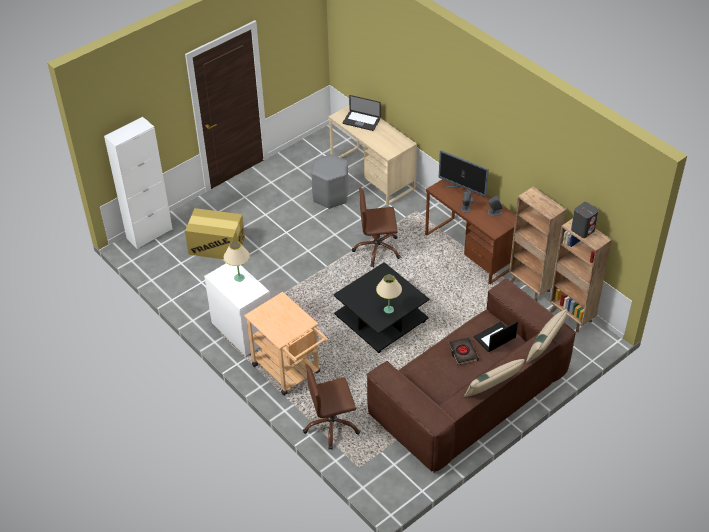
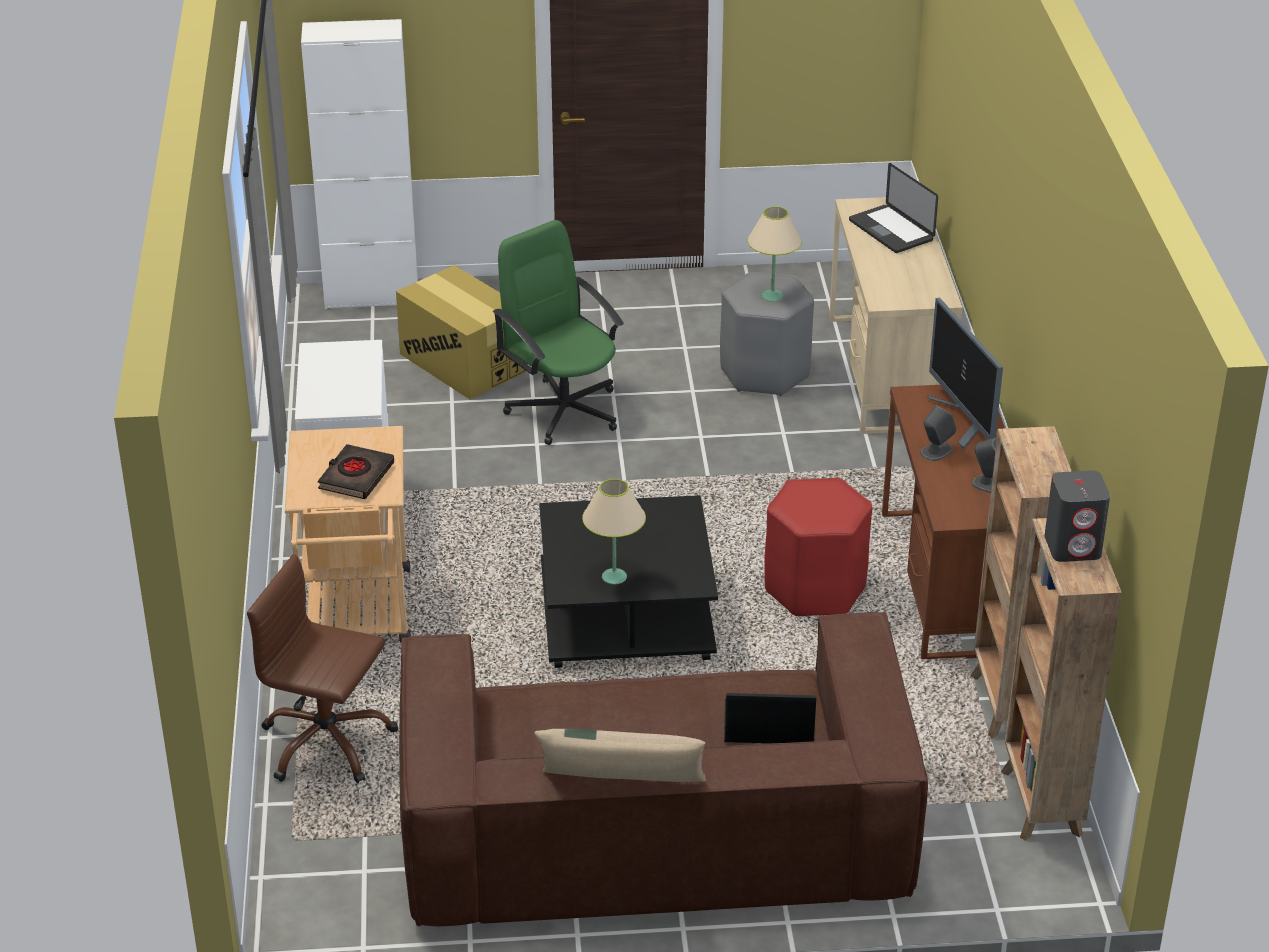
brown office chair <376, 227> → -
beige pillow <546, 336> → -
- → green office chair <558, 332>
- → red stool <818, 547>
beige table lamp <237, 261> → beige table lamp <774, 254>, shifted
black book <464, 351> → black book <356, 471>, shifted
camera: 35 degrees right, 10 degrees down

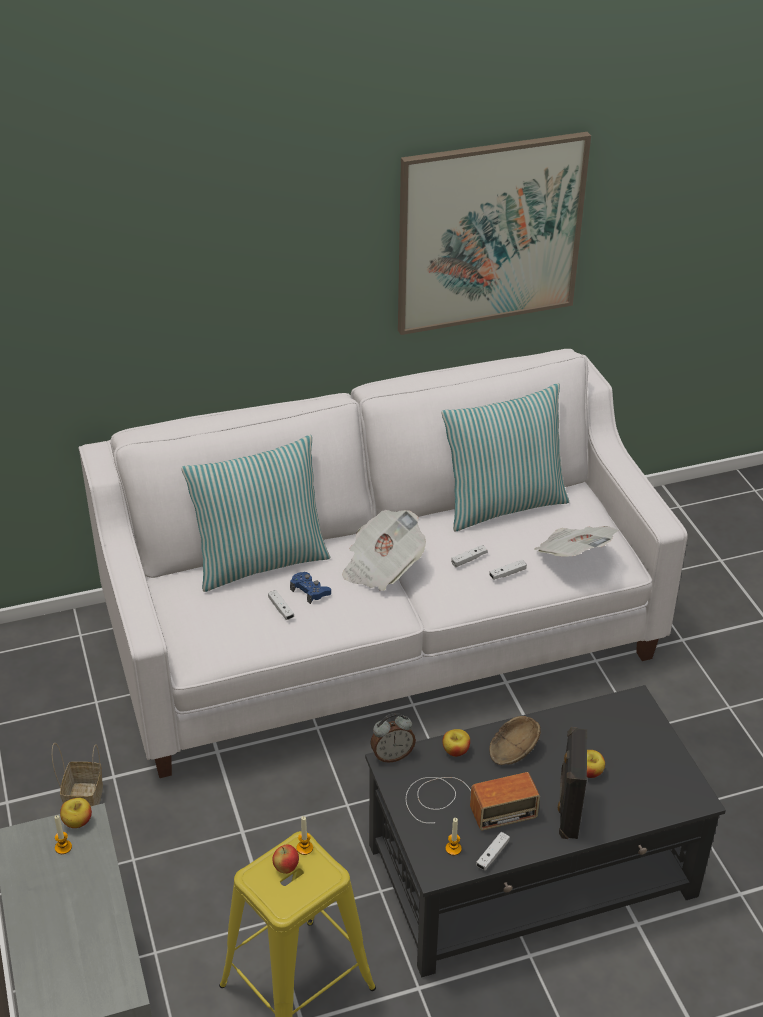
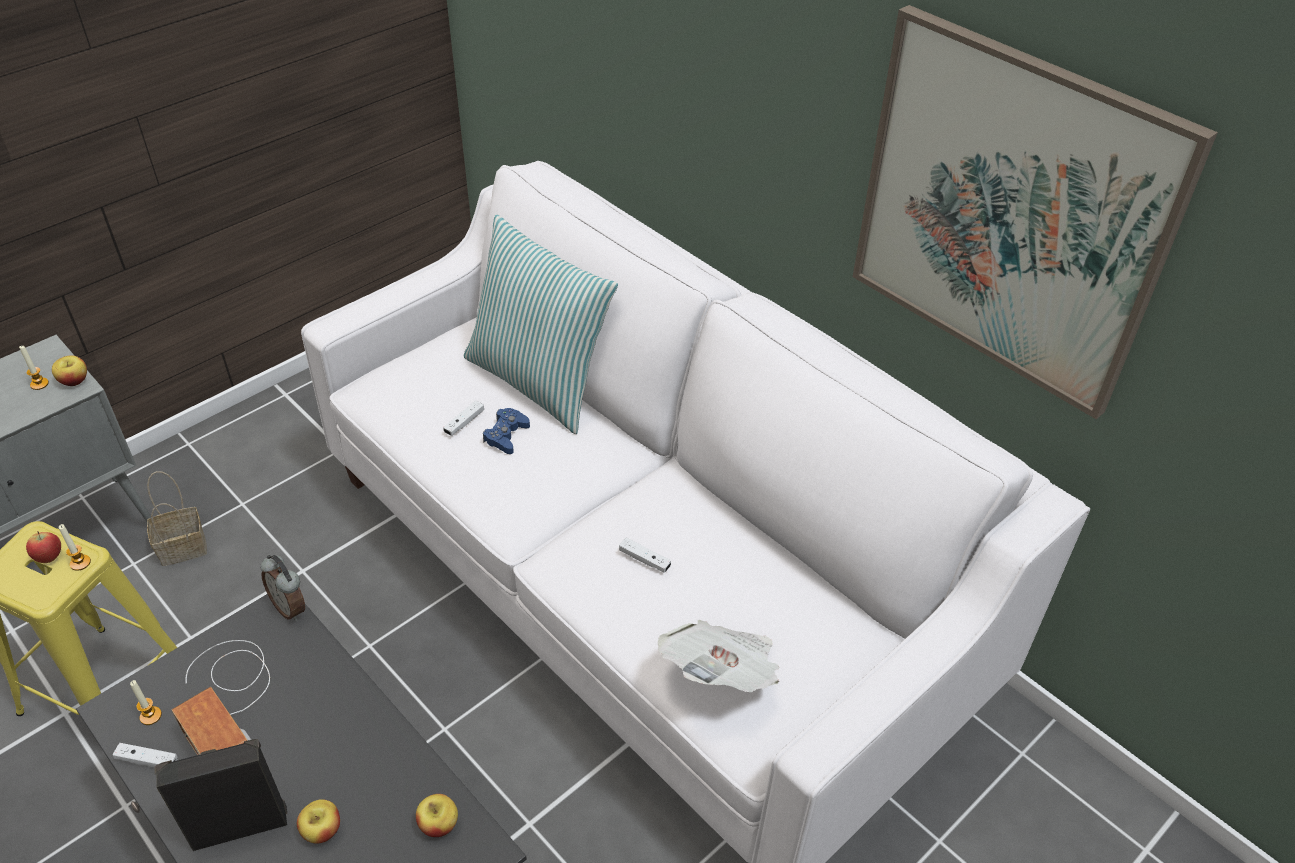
newspaper <384, 550> → -
pillow <505, 457> → -
white game controller <508, 570> → -
brown bowl <515, 740> → -
basket <77, 774> → basket <177, 518>, shifted
apple <456, 743> → apple <437, 815>, shifted
camera: 65 degrees right, 5 degrees up

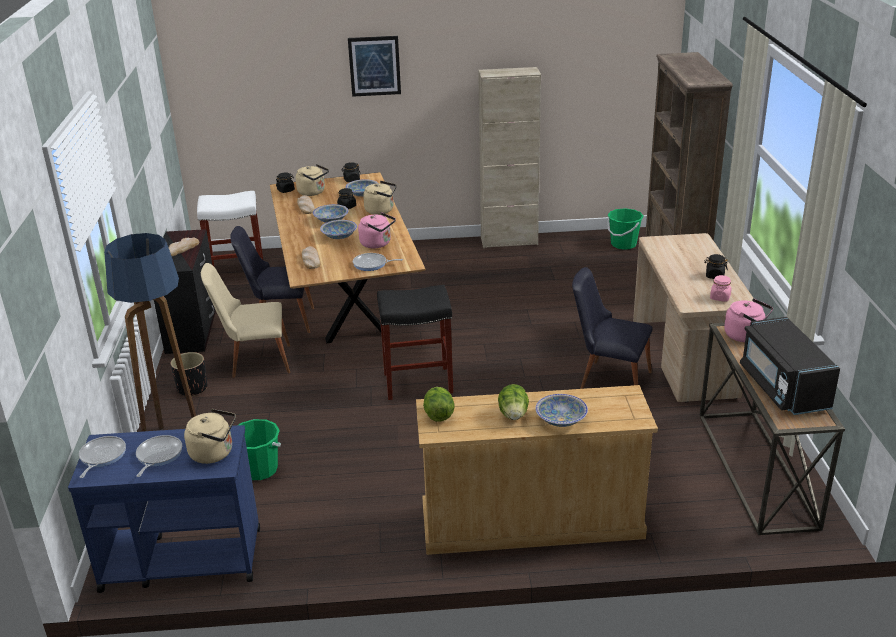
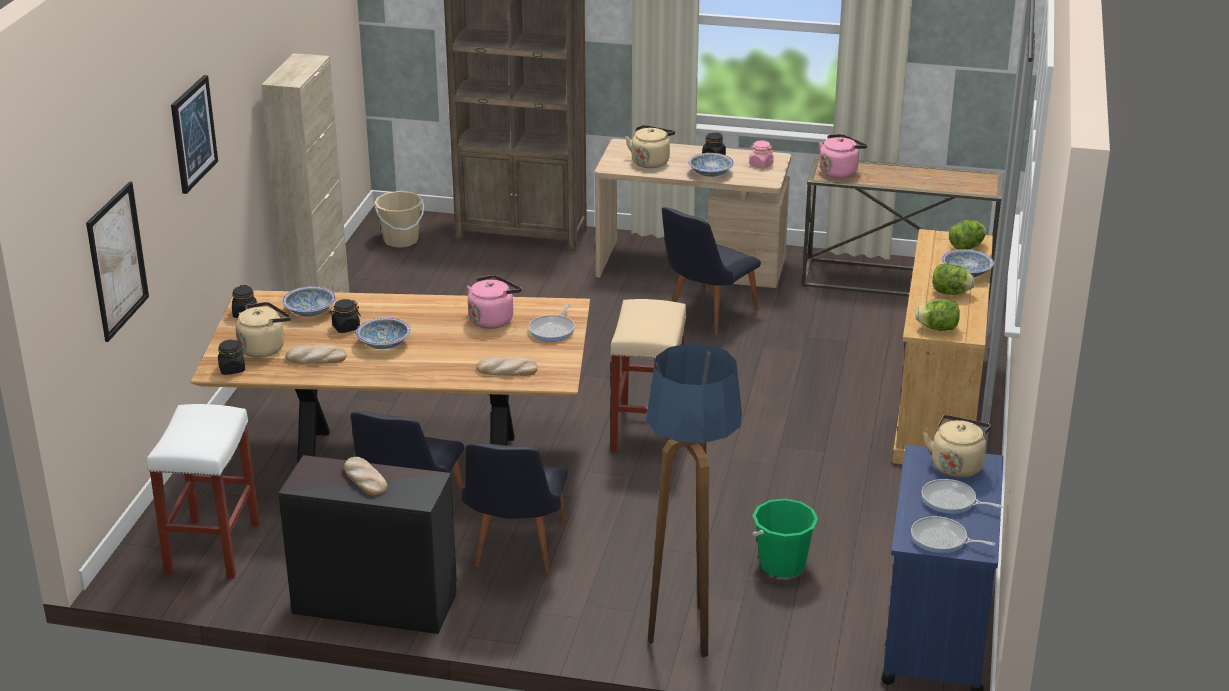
black planter <188, 374> → -
black microwave <790, 366> → -
- → picture <117, 261>
- → lettuce <967, 234>
bowl <338, 229> → bowl <711, 165>, shifted
beige kettle <380, 198> → beige kettle <650, 146>, shifted
beige chair <245, 320> → black chair <515, 508>
black stool <415, 342> → beige stool <648, 378>
green bucket <625, 229> → beige bucket <399, 219>
camera: 75 degrees left, 0 degrees up

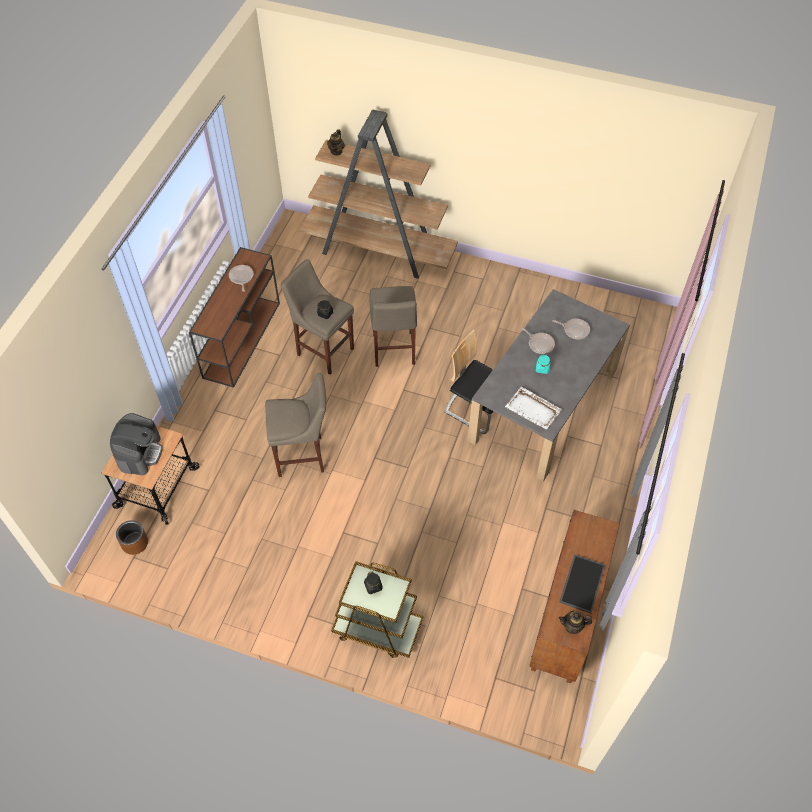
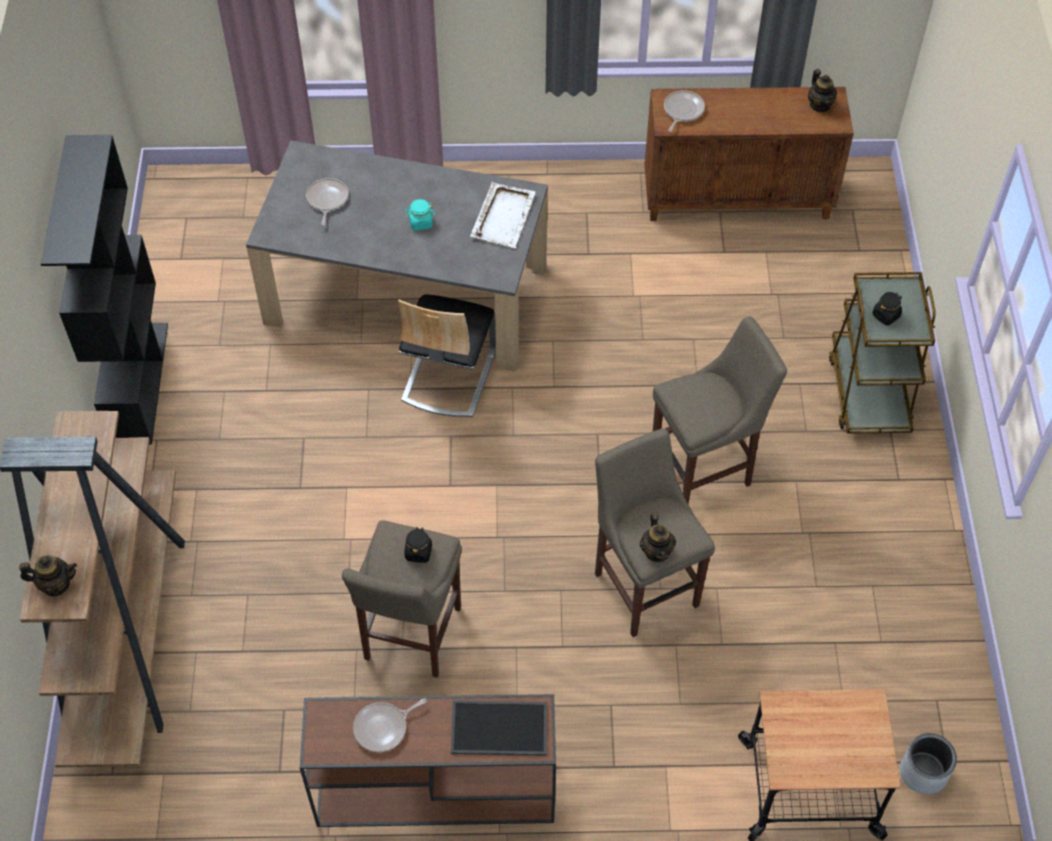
coffee machine <136, 444> → -
- → black bookcase <104, 290>
- → teapot <658, 537>
beige stool <393, 326> → beige stool <720, 410>, shifted
frying pan <538, 341> → frying pan <684, 111>, shifted
tray <582, 583> → tray <499, 728>, shifted
brown planter <132, 537> → grey planter <928, 763>
camera: 110 degrees left, 0 degrees up

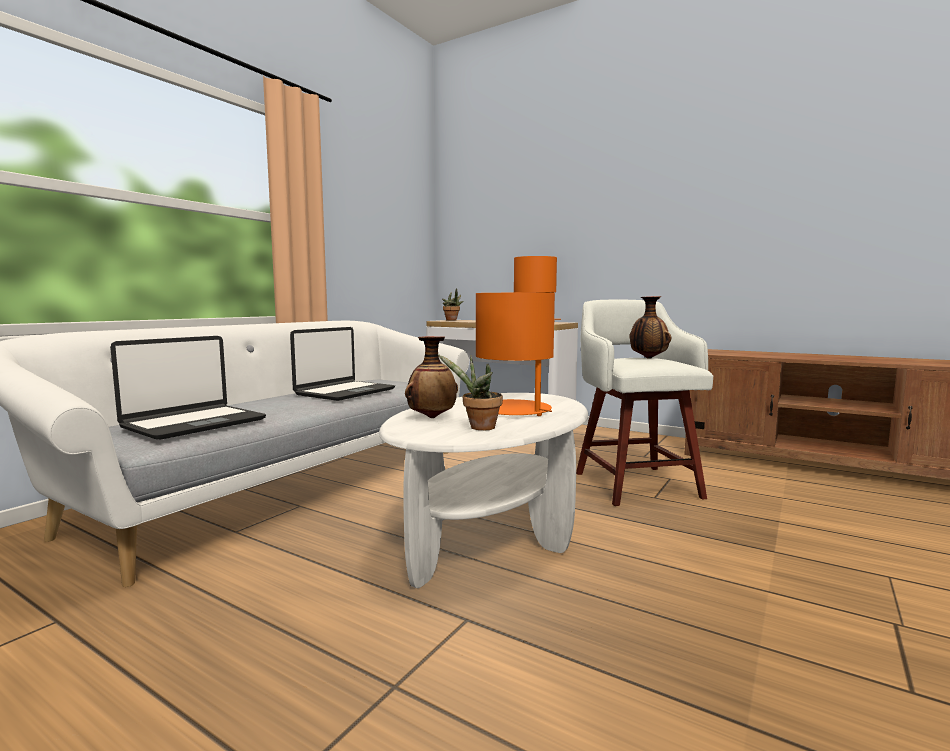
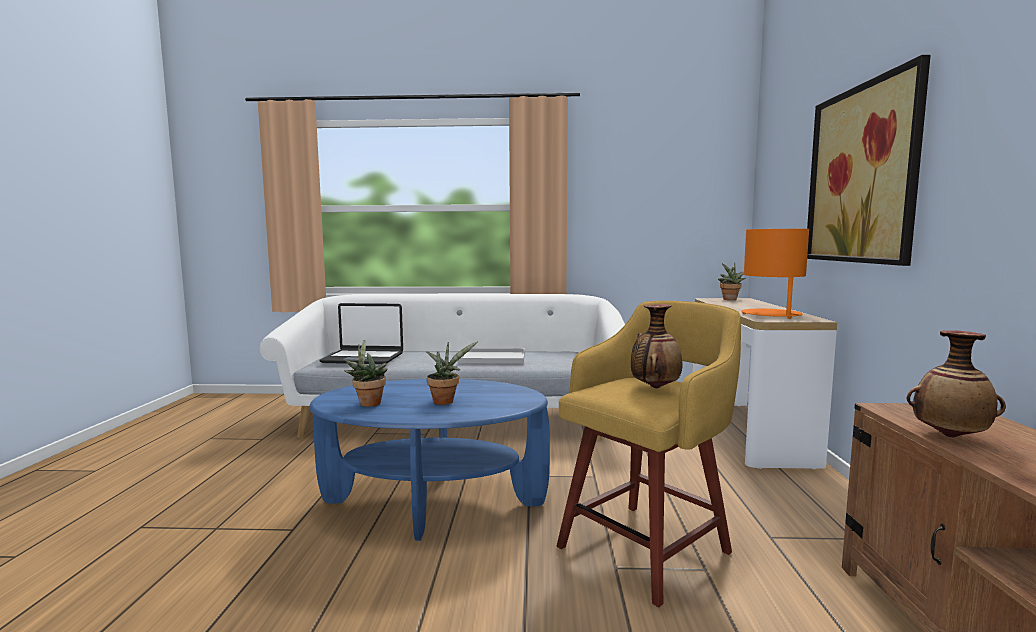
- → picture <869, 160>
vase <431, 377> → vase <956, 384>, shifted
laptop <342, 364> → white tray <492, 355>
orange table lamp <515, 354> → potted plant <452, 373>
white coffee table <483, 490> → blue coffee table <429, 460>
white stool <644, 402> → yellow stool <649, 454>
camera: 60 degrees right, 0 degrees up

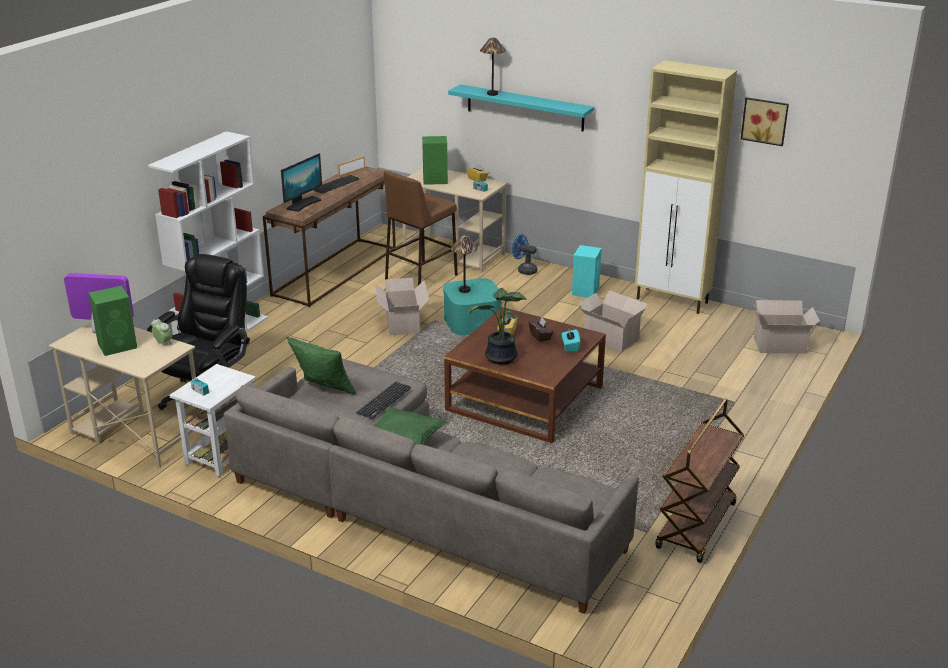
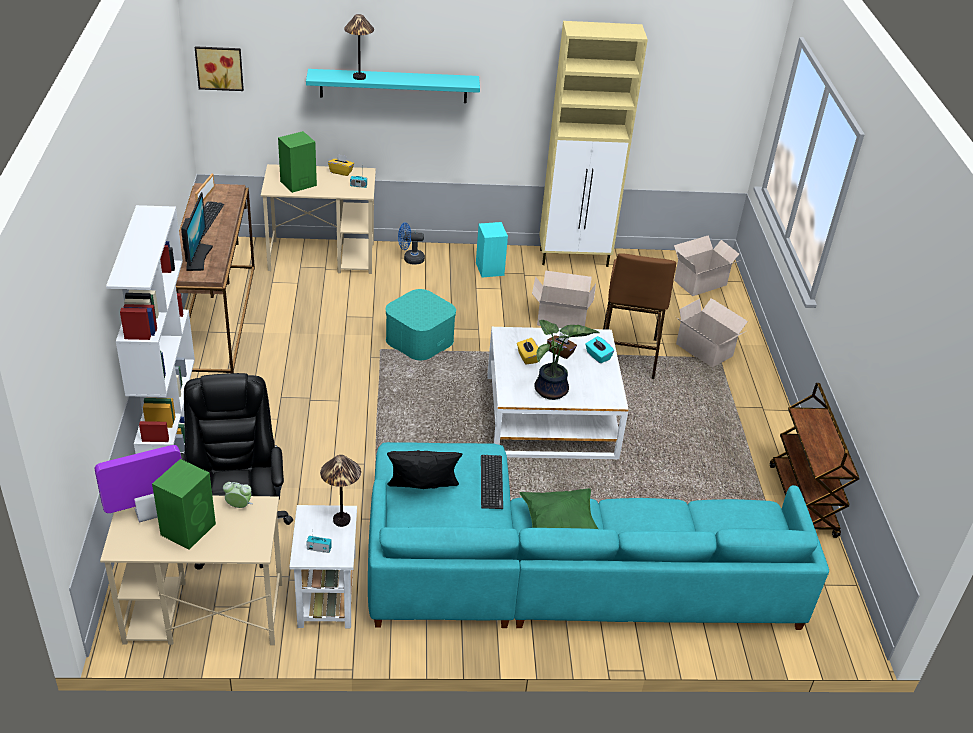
cardboard box <402, 306> → cardboard box <712, 333>, shifted
brown stool <421, 228> → brown stool <639, 316>, shifted
table lamp <464, 264> → table lamp <340, 491>, shifted
picture <765, 121> → picture <219, 68>, shifted
grey sofa <431, 486> → turquoise sofa <598, 536>
green pillow <322, 366> → black pillow <424, 469>
brown coffee table <525, 375> → white coffee table <558, 393>
camera: 35 degrees left, 10 degrees up

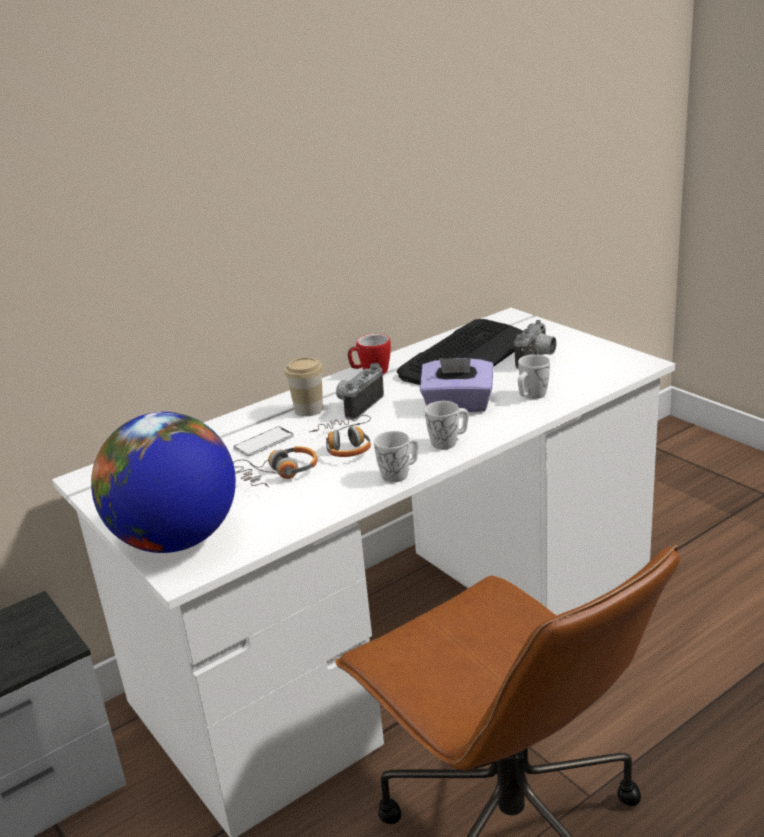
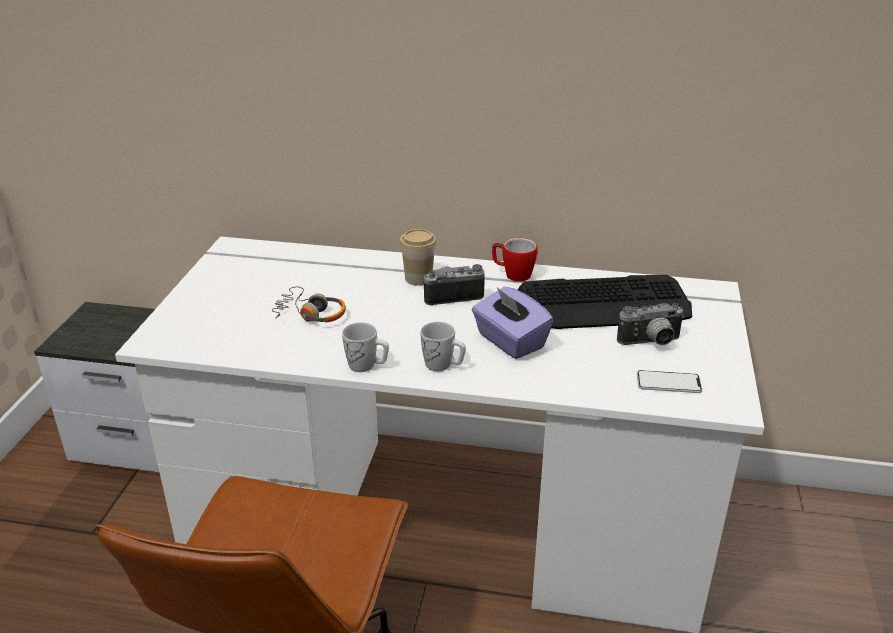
globe <163, 482> → -
headphones <340, 436> → -
white mug <534, 376> → -
phone <263, 441> → phone <669, 381>, shifted
camera: 45 degrees right, 5 degrees up

